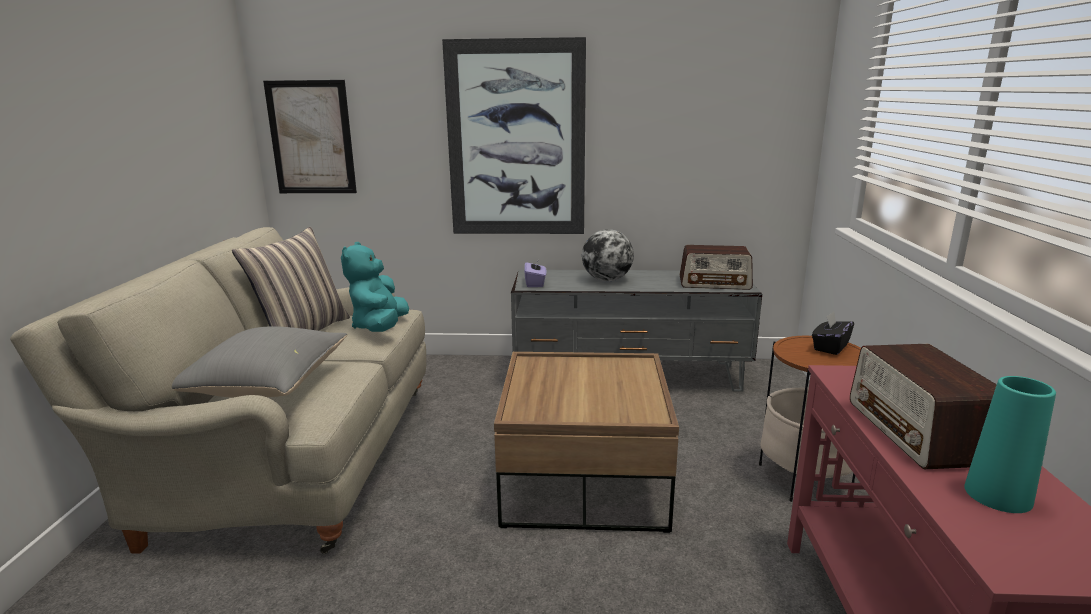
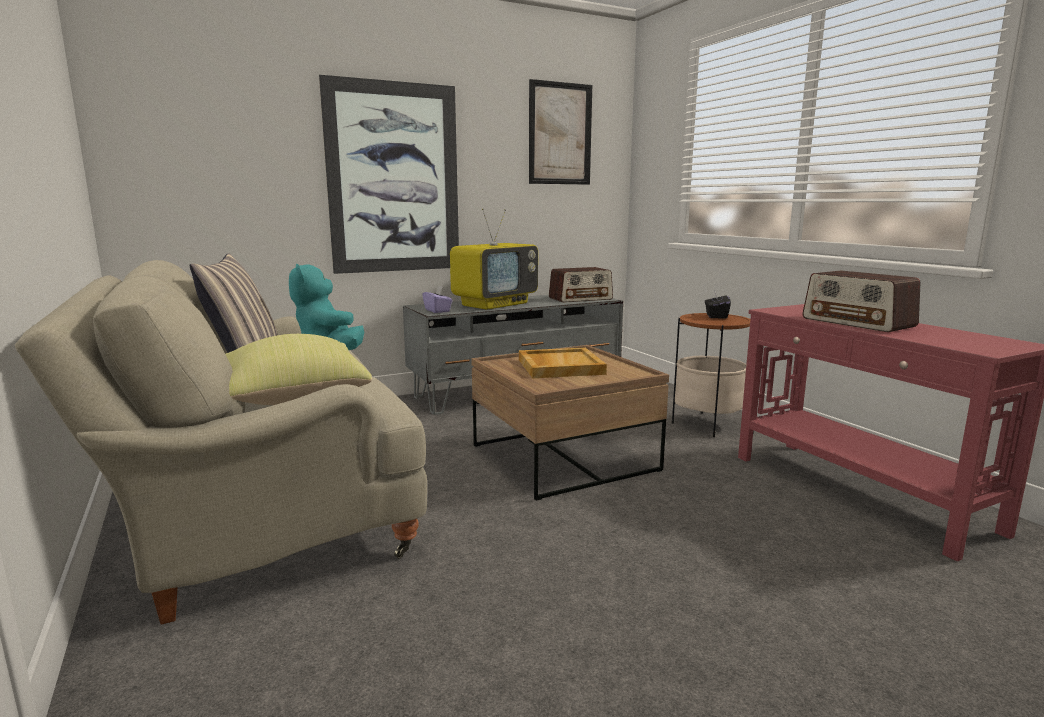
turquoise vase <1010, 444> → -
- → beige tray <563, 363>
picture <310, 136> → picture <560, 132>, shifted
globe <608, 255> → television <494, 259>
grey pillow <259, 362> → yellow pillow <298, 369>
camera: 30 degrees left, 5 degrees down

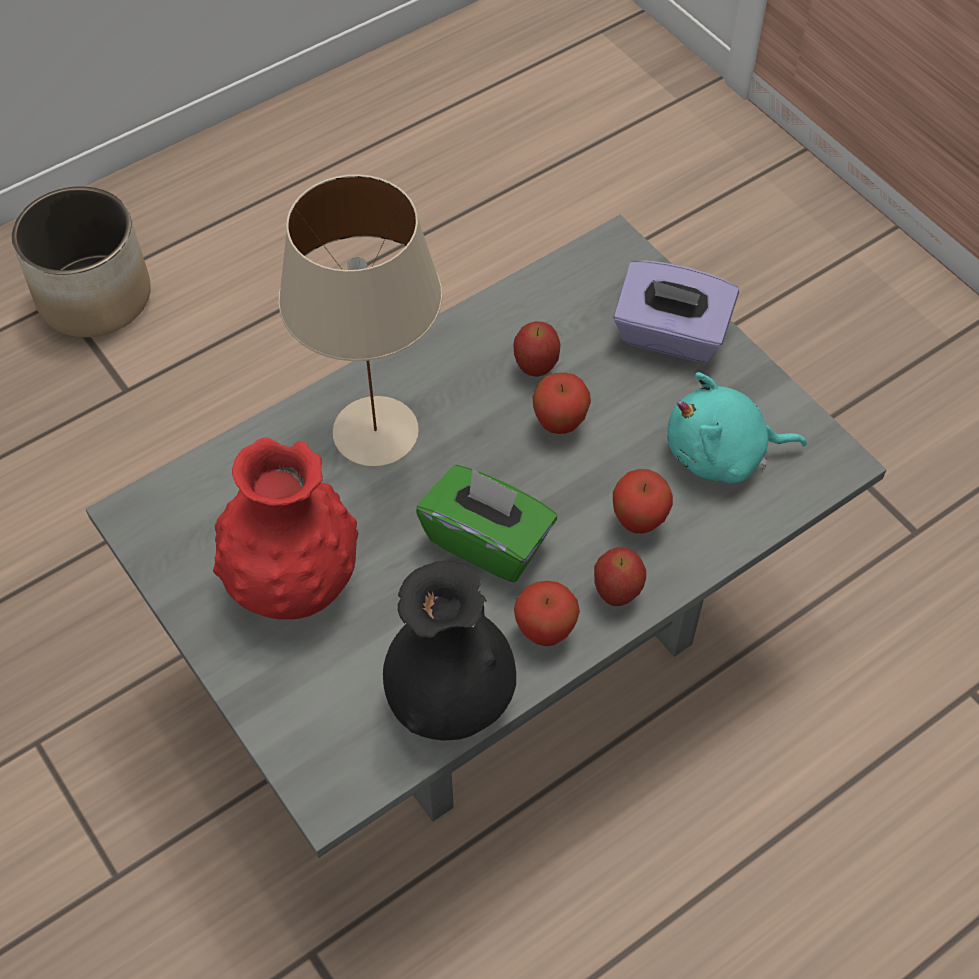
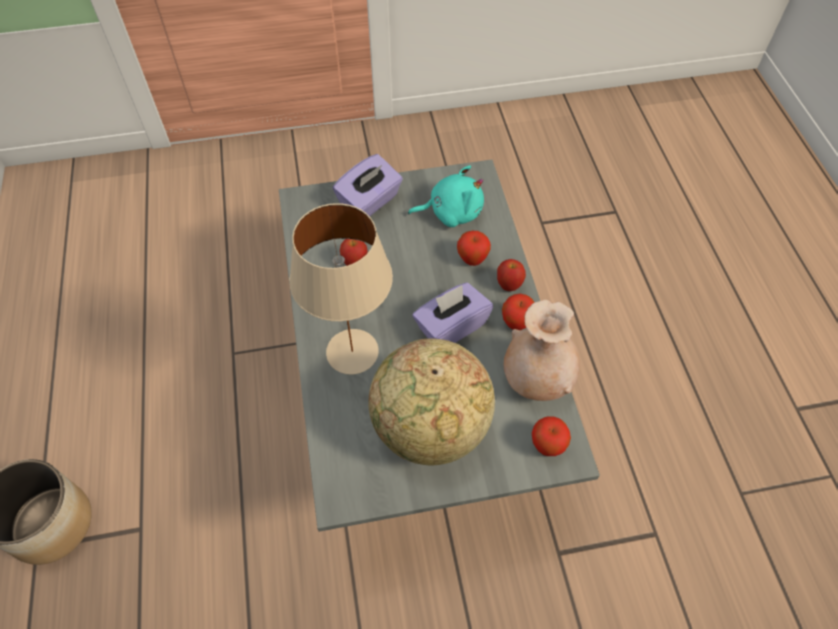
apple <562, 403> → apple <551, 436>, shifted
red vase <285, 528> → globe <431, 401>
black vase <449, 650> → beige vase <542, 350>
green tissue box <486, 524> → purple tissue box <452, 313>
turquoise plush toy <737, 427> → turquoise plush toy <446, 196>, 120 degrees counterclockwise
camera: 65 degrees left, 0 degrees up

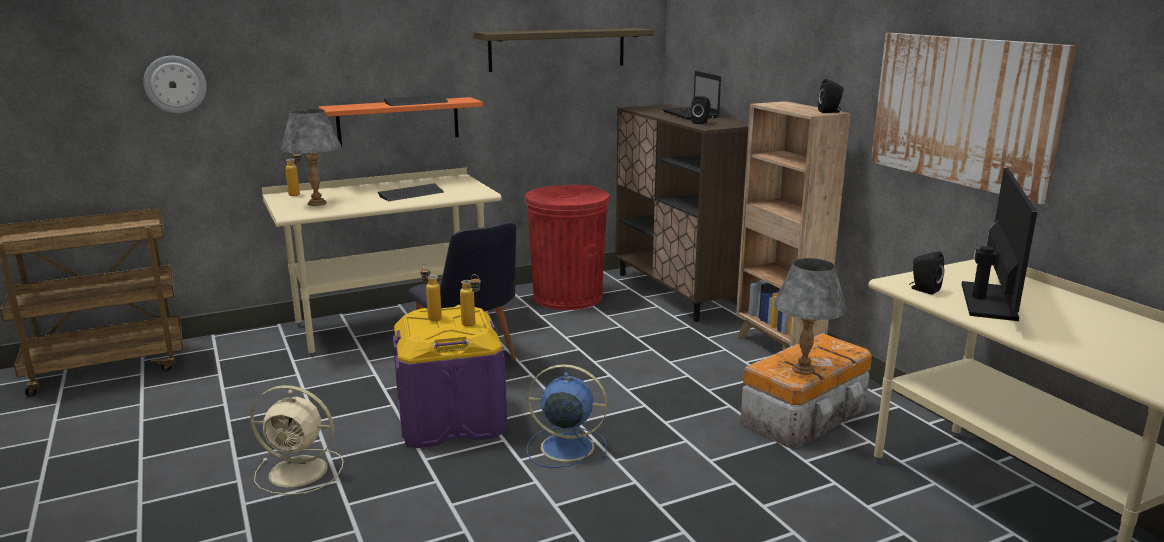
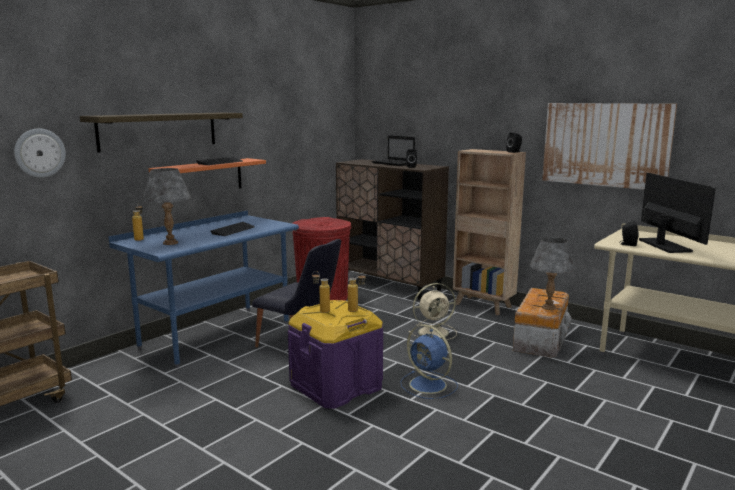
beige fan <296, 440> → beige fan <433, 312>, shifted
shelf <564, 50> → shelf <161, 132>, shifted
beige desk <381, 262> → blue desk <203, 289>
blue fan <566, 416> → blue fan <429, 362>, 120 degrees counterclockwise
camera: 25 degrees left, 5 degrees down

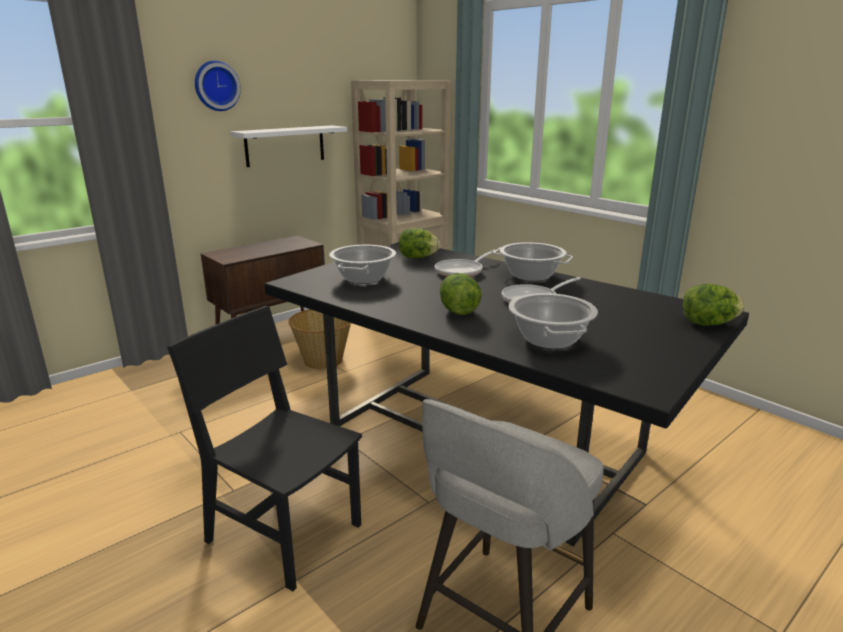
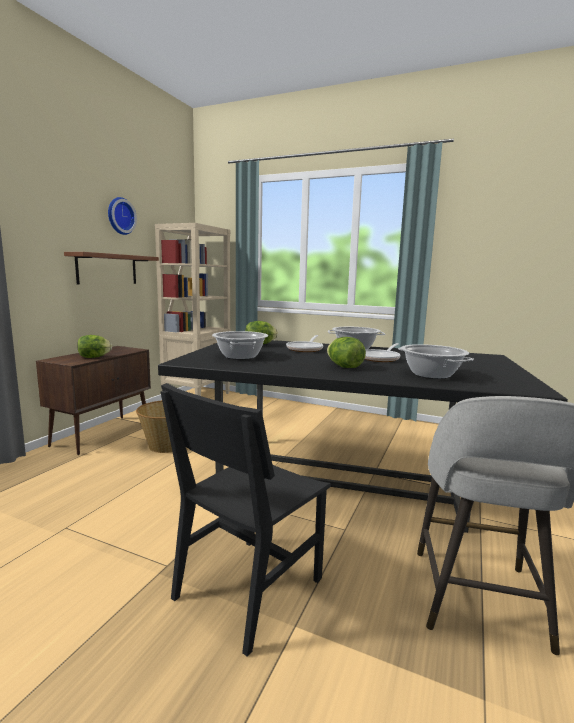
wall clock <218, 85> → wall clock <122, 216>, shifted
lettuce <714, 305> → lettuce <94, 346>, shifted
white shelf <288, 146> → brown shelf <111, 268>
black chair <264, 448> → black chair <246, 520>, 60 degrees counterclockwise
camera: 25 degrees left, 10 degrees down

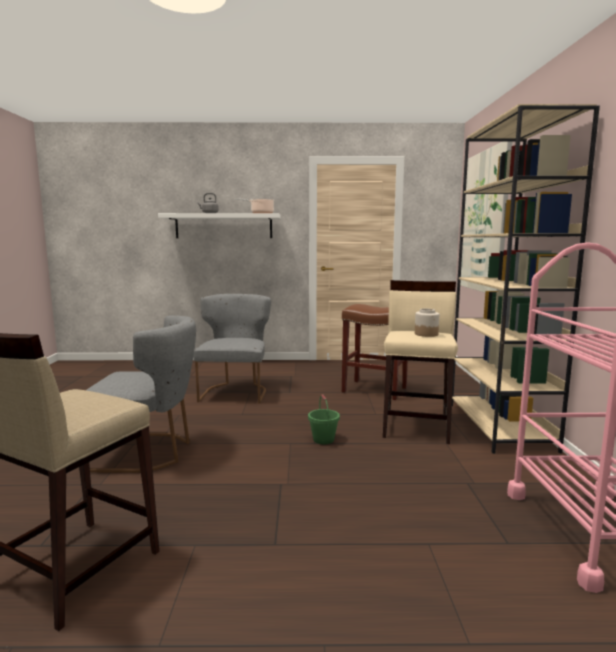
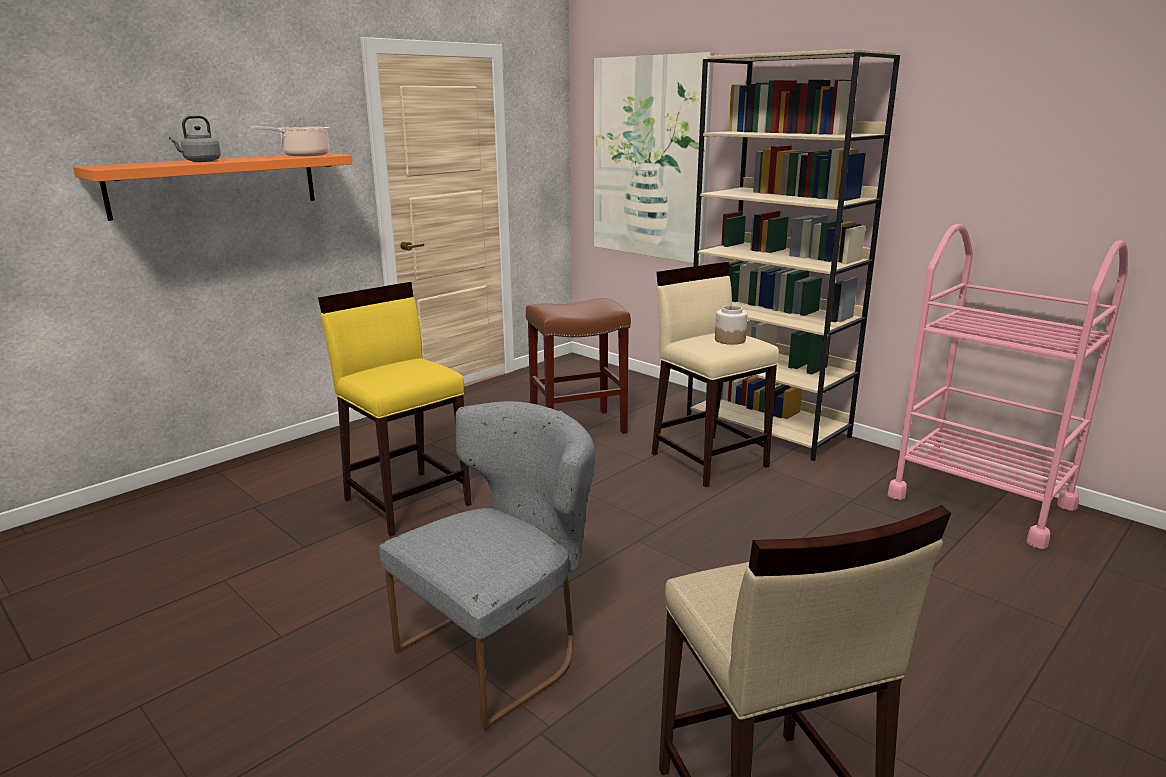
green bucket <324, 419> → -
grey chair <232, 349> → yellow stool <395, 409>
white shelf <219, 225> → orange shelf <213, 187>
camera: 45 degrees left, 10 degrees up

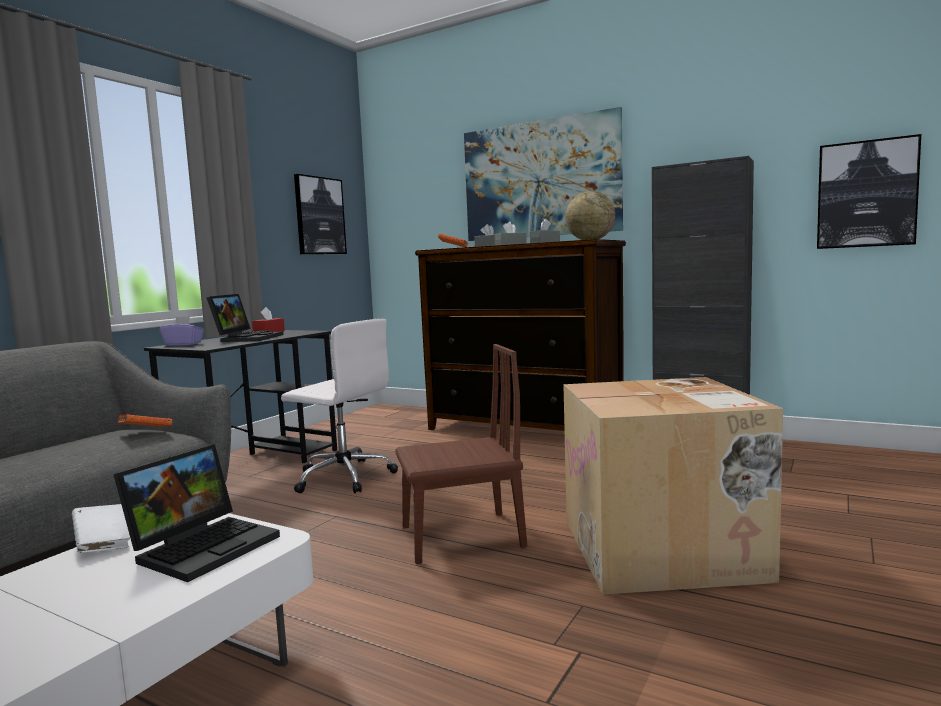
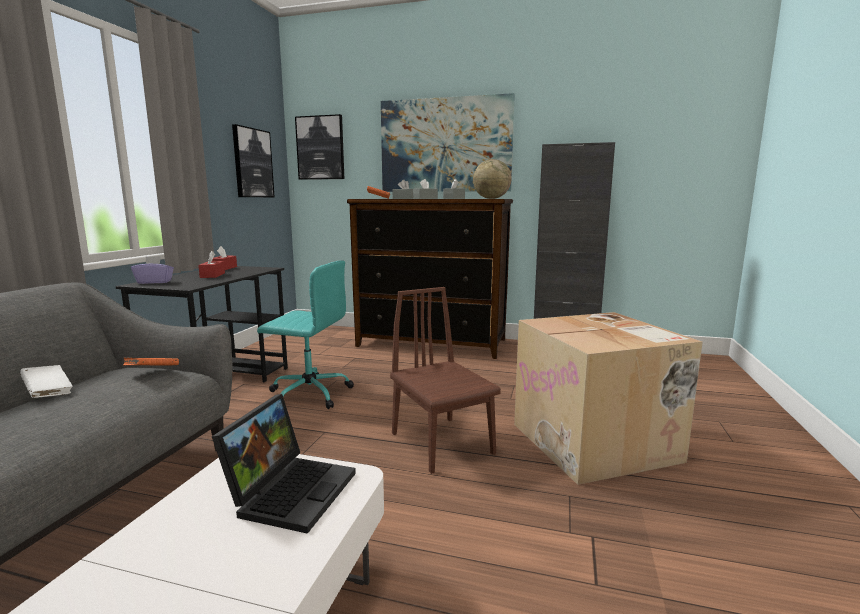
white book <101, 528> → white book <46, 381>, shifted
picture <869, 191> → picture <319, 147>, shifted
laptop <245, 318> → red tissue box <211, 264>
white office chair <339, 405> → turquoise office chair <305, 334>
brown chair <461, 454> → brown chair <445, 380>, 90 degrees counterclockwise
camera: 15 degrees left, 5 degrees up

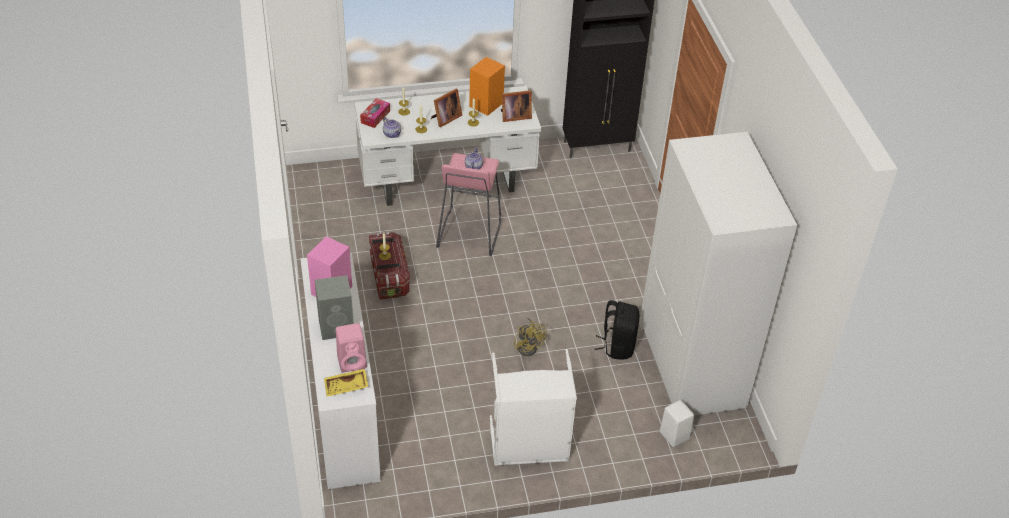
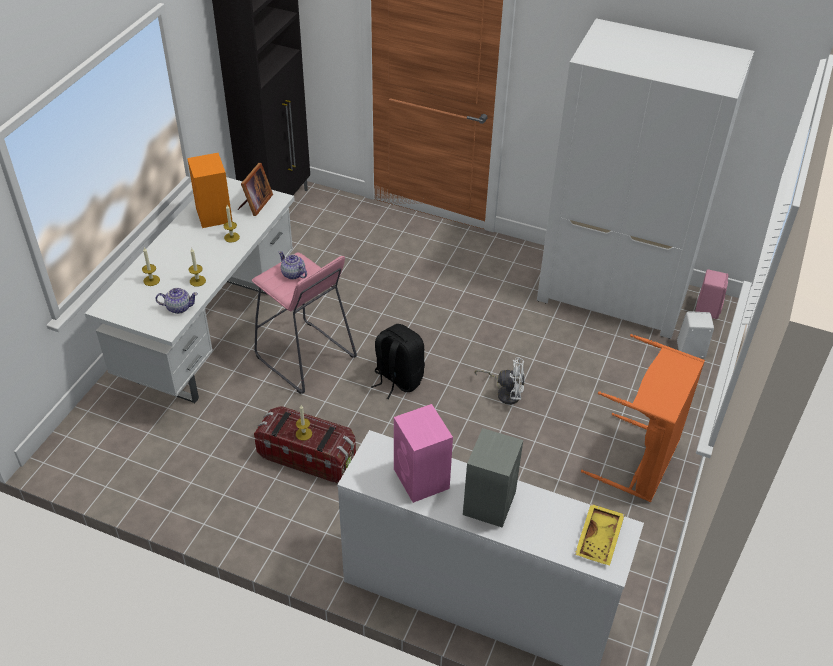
tissue box <375, 113> → -
picture frame <446, 108> → -
pink speaker <351, 348> → pink speaker <711, 294>, shifted
black backpack <617, 330> → black backpack <398, 361>, shifted
white laundry basket <533, 407> → orange laundry basket <643, 418>
yellow fan <530, 337> → white fan <500, 381>
camera: 55 degrees left, 0 degrees up

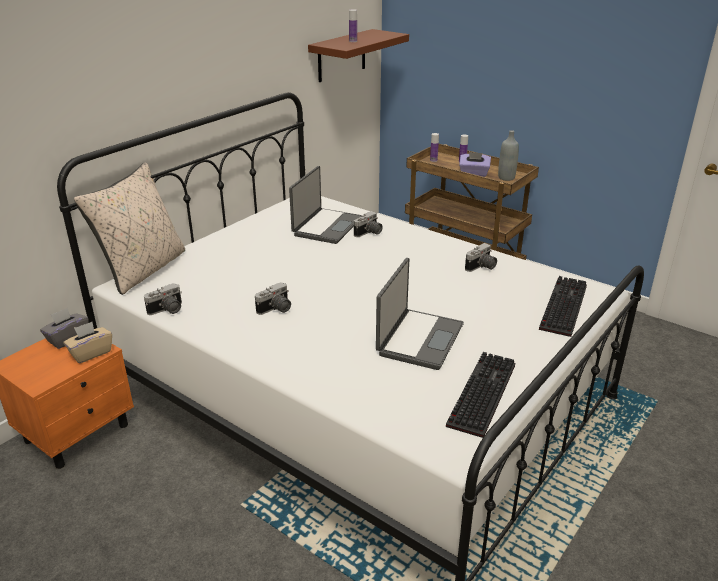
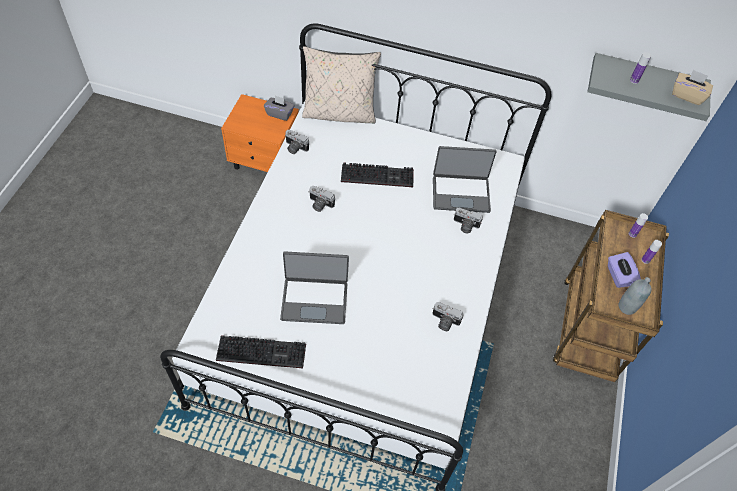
beige tissue box <87, 342> → beige tissue box <692, 87>, shifted
keyboard <563, 306> → keyboard <377, 174>, shifted
brown shelf <358, 55> → grey shelf <649, 87>
camera: 65 degrees right, 25 degrees up

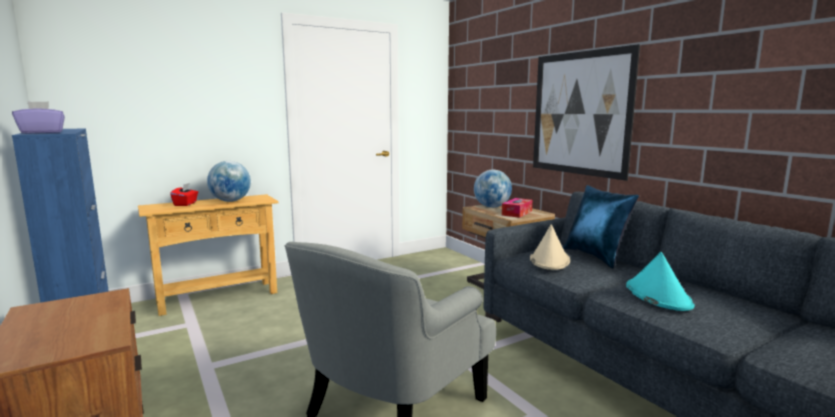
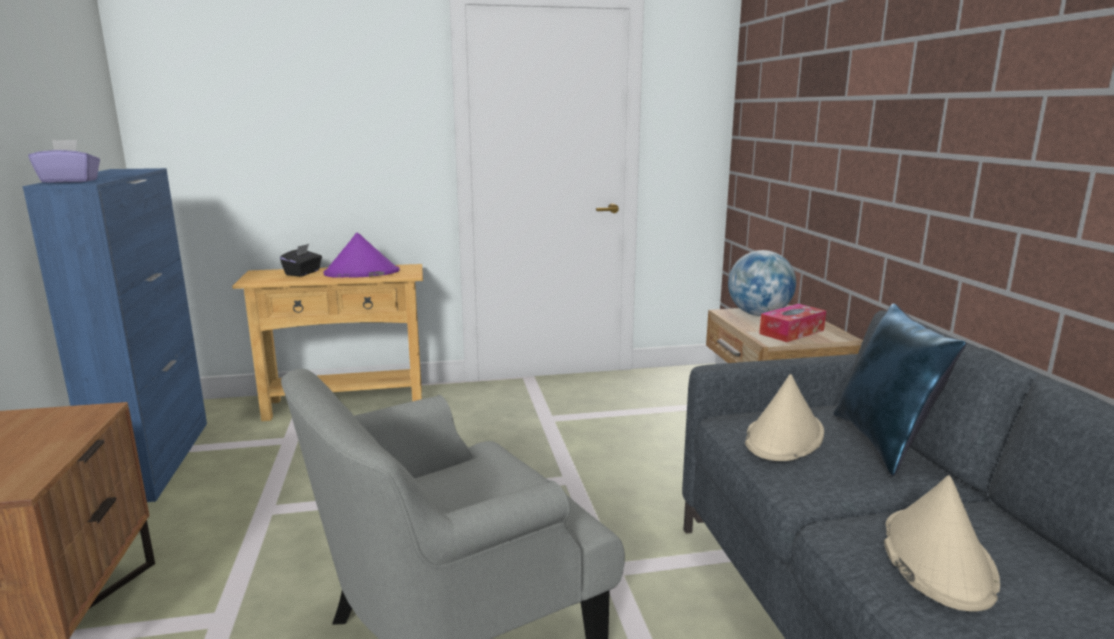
picture <586, 112> → -
globe <229, 181> → purple hat <362, 255>
red tissue box <184, 194> → black tissue box <301, 260>
turquoise hat <660, 281> → beige hat <942, 543>
camera: 20 degrees right, 5 degrees up

